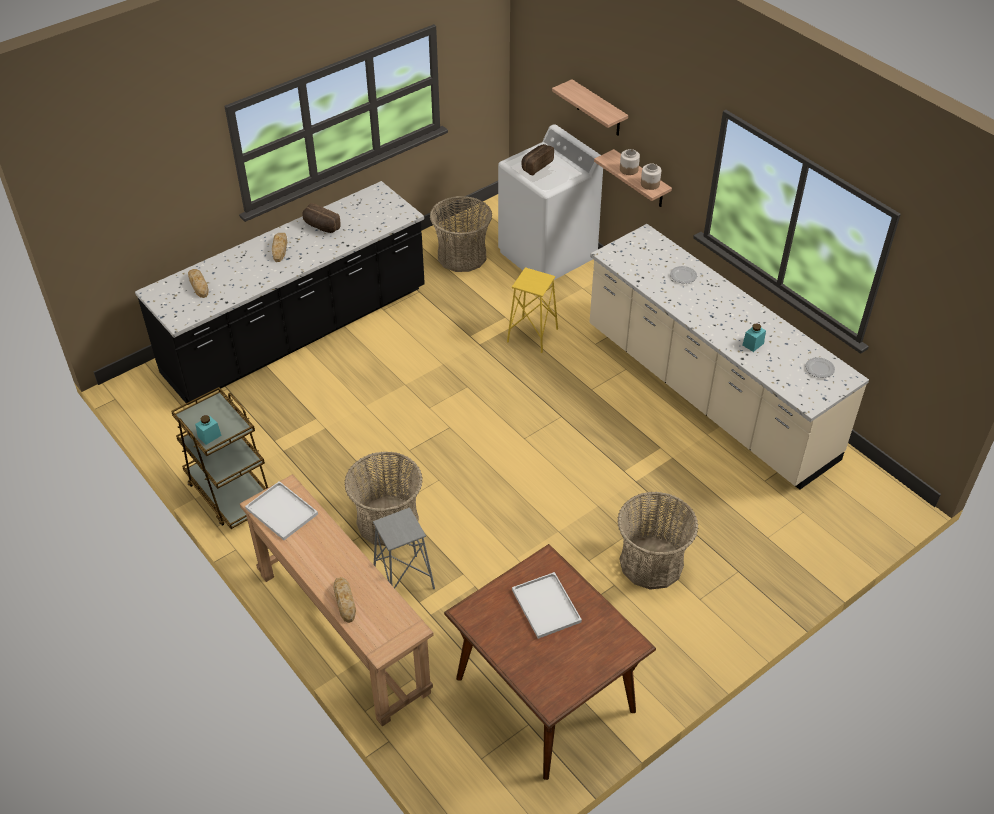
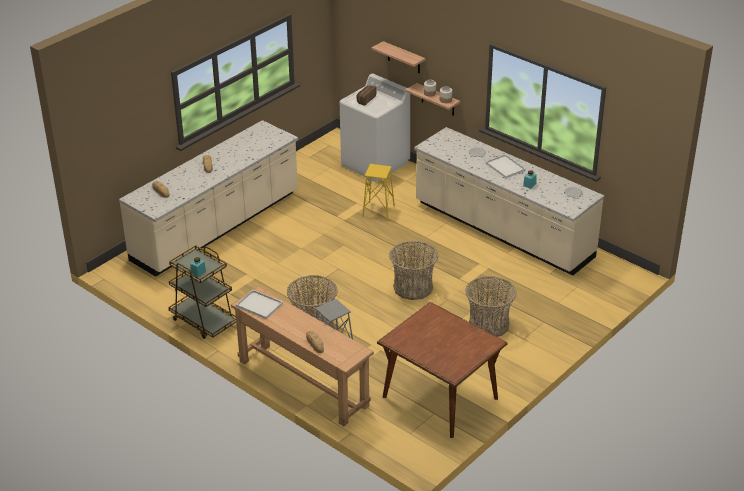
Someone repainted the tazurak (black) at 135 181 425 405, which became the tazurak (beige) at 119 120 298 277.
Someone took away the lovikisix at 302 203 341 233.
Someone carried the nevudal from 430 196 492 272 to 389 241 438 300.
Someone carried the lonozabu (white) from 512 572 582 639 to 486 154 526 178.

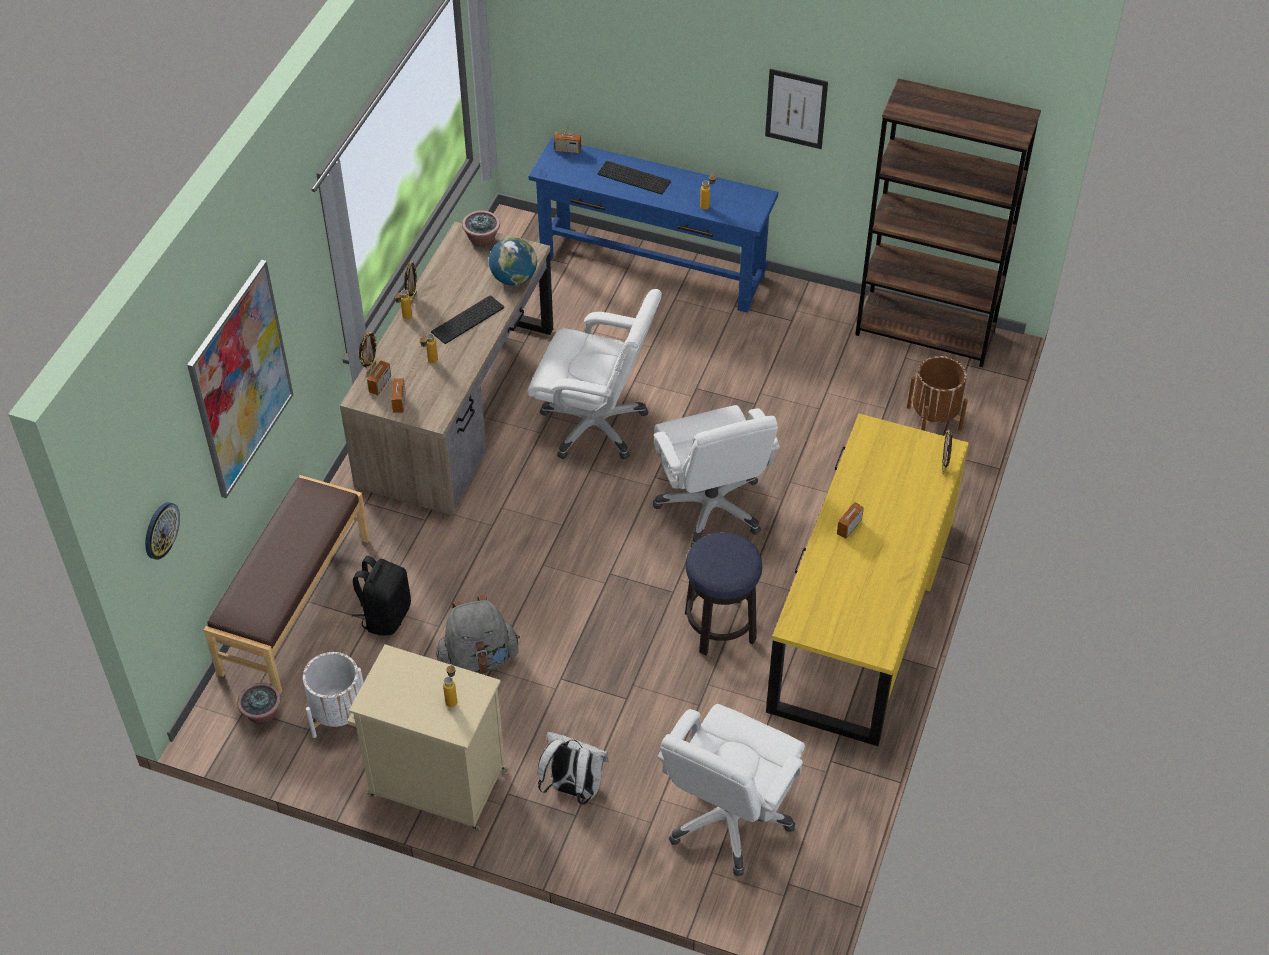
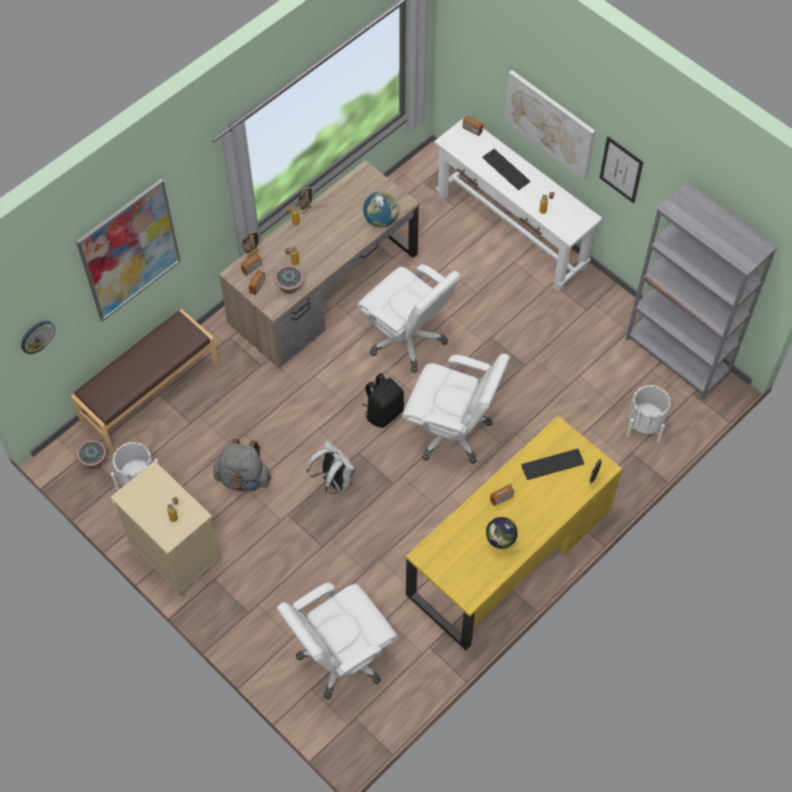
Someone carried the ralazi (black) from 352 556 411 636 to 362 373 404 428.
Someone carried the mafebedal from 431 295 504 344 to 521 449 584 480.
Someone carried the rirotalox from 462 211 500 247 to 274 265 304 294.
Someone repainted the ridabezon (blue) at 528 138 779 313, which became the ridabezon (white) at 434 117 602 292.
Someone carried the ralazi (white) from 538 732 609 804 to 307 441 357 494.
Someone rotated the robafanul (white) at 653 405 780 547 by 75 degrees counterclockwise.
Someone took away the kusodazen at 685 532 762 655.
Someone repainted the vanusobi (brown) at 855 78 1041 367, which became the vanusobi (grey) at 626 182 777 399.
Someone repainted the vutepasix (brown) at 907 356 968 431, which became the vutepasix (white) at 626 385 671 443.
Someone put down the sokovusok at 486 517 518 549.
Someone put up the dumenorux at 504 70 595 180.

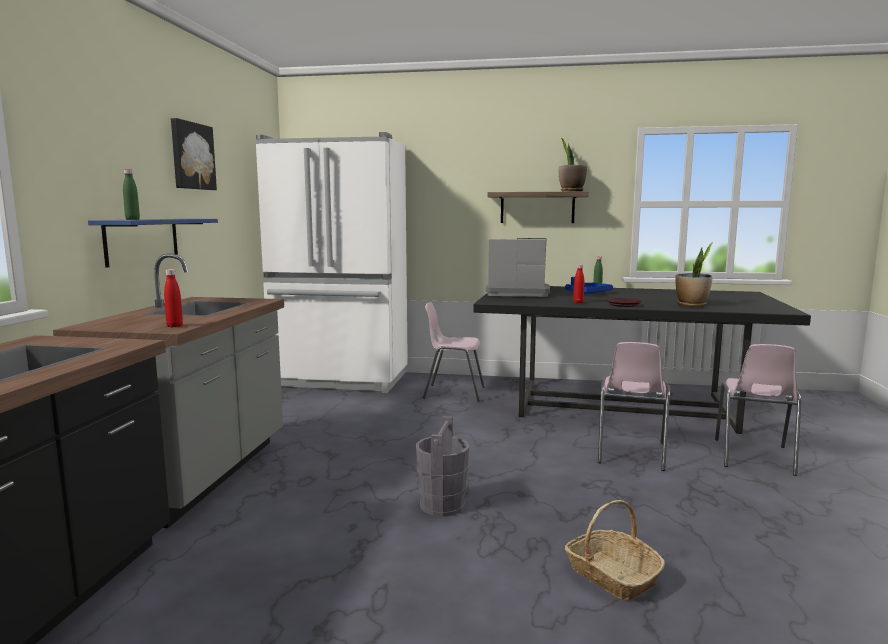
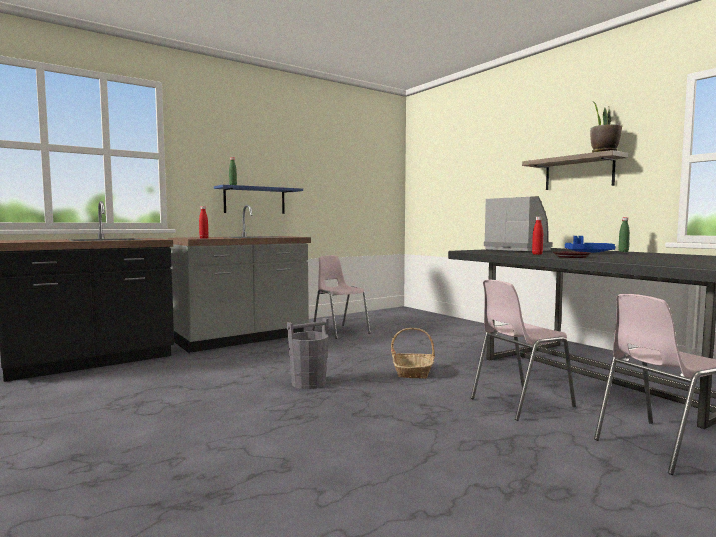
Someone took away the dumenorux at 171 118 217 190.
Someone took away the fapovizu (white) at 255 132 408 393.
Someone carried the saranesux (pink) from 423 302 485 402 to 313 255 371 339.
Someone carried the nevudal from 565 500 665 601 to 391 328 435 379.
Someone took away the rirotalox at 676 242 713 307.

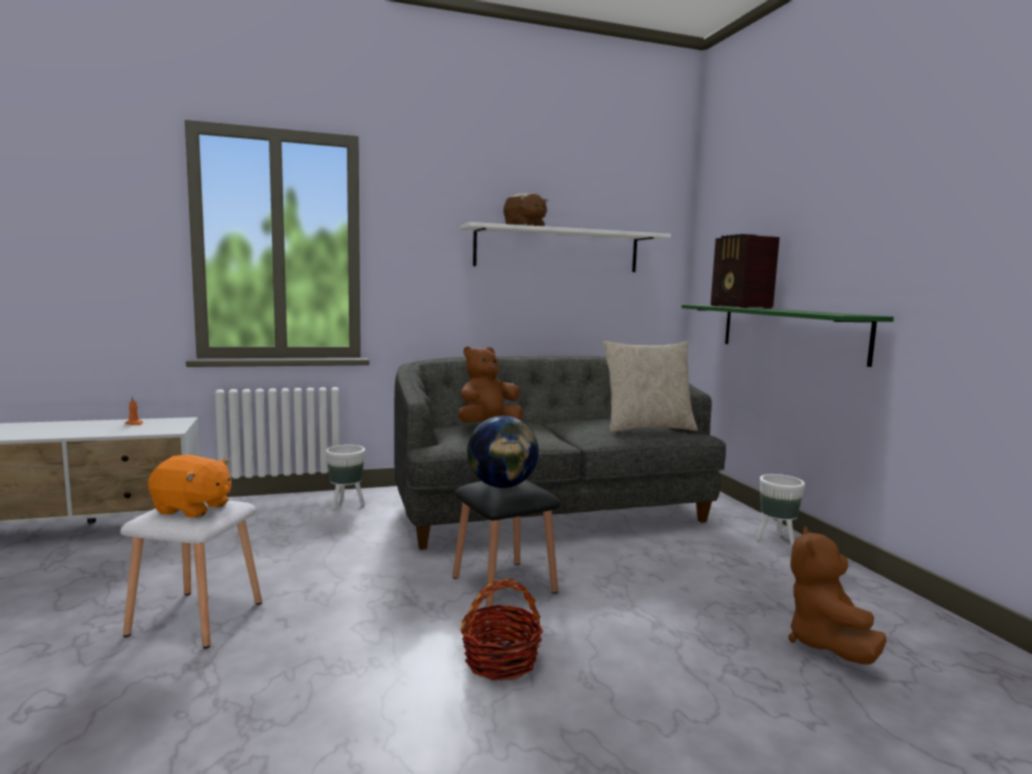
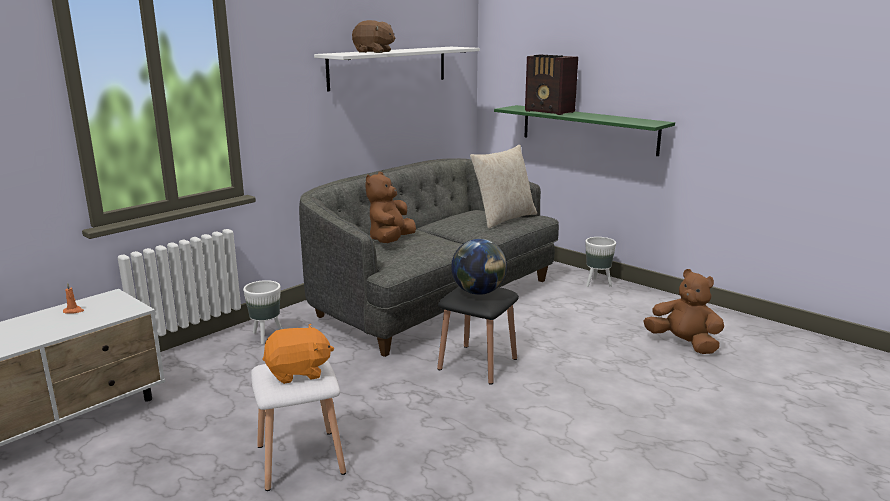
Someone took away the nevudal at 461 579 543 680.
Someone rotated the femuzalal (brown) at 788 526 887 665 by 150 degrees clockwise.

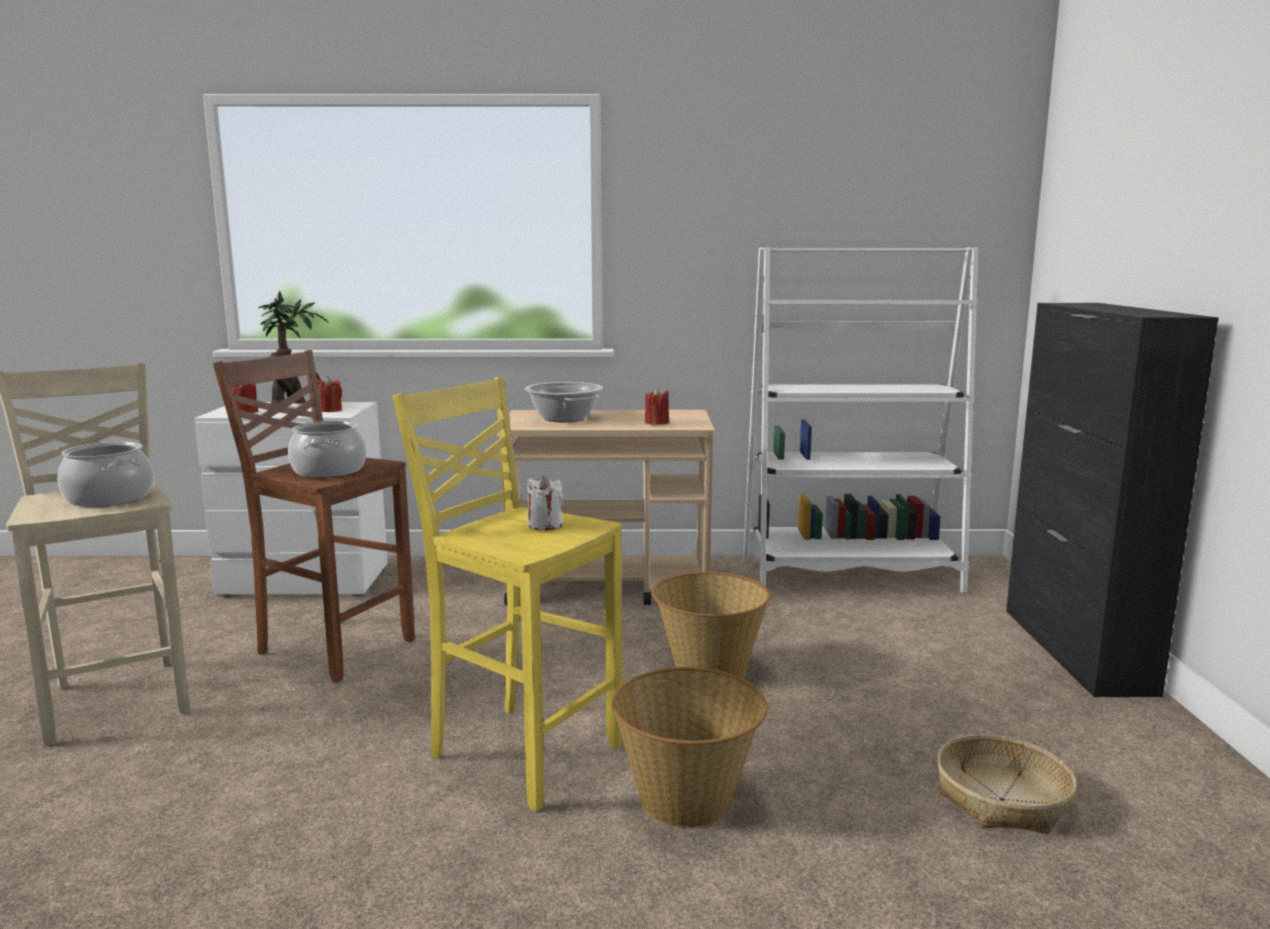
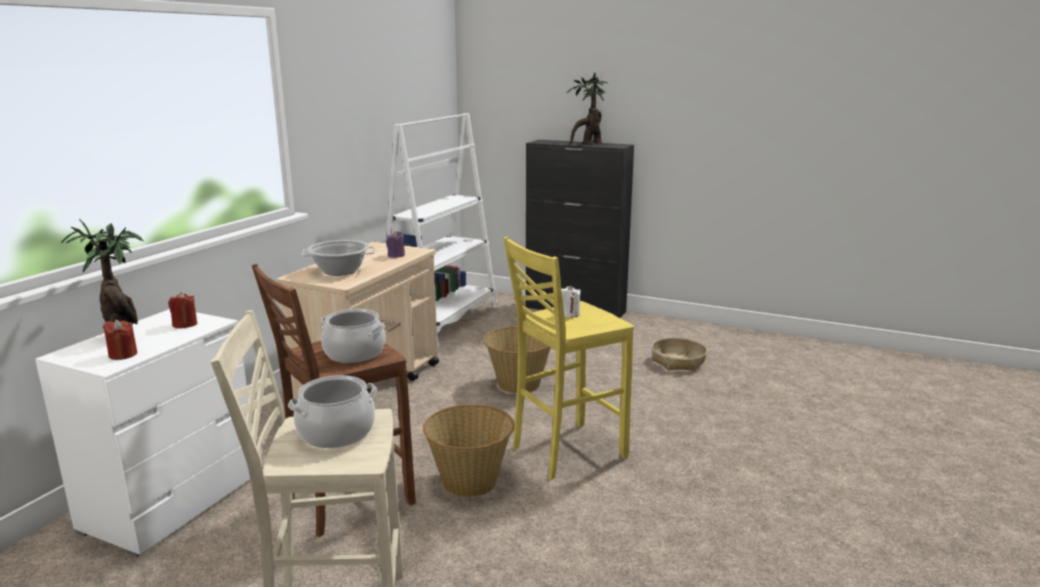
Someone carried the nevudal from 611 667 768 828 to 423 404 515 497.
Someone repainted the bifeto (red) at 645 388 669 425, which became the bifeto (purple) at 386 231 405 258.
Someone put down the rirotalox at 566 73 608 144.

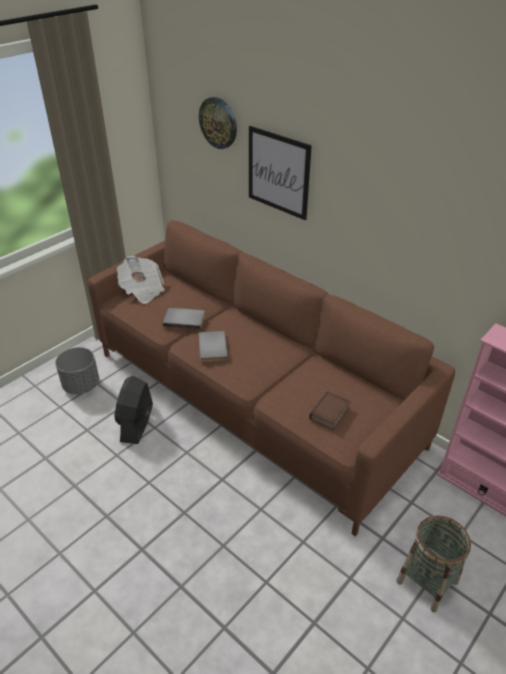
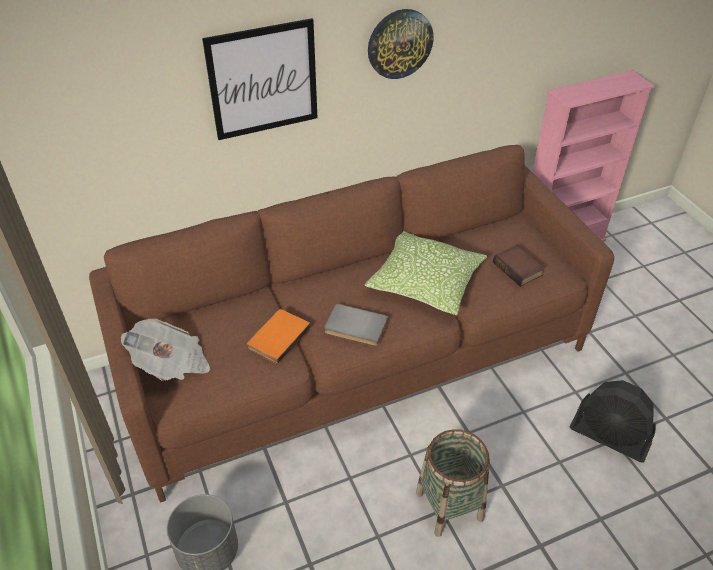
Someone carried the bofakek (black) from 114 376 153 444 to 570 380 656 462.
Someone repainted the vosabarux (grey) at 162 308 205 329, which became the vosabarux (orange) at 247 309 311 364.
Someone carried the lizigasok from 199 97 237 149 to 368 9 434 79.
Someone carried the nevudal from 396 515 471 613 to 416 429 490 537.
Someone put down the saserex at 365 231 487 315.

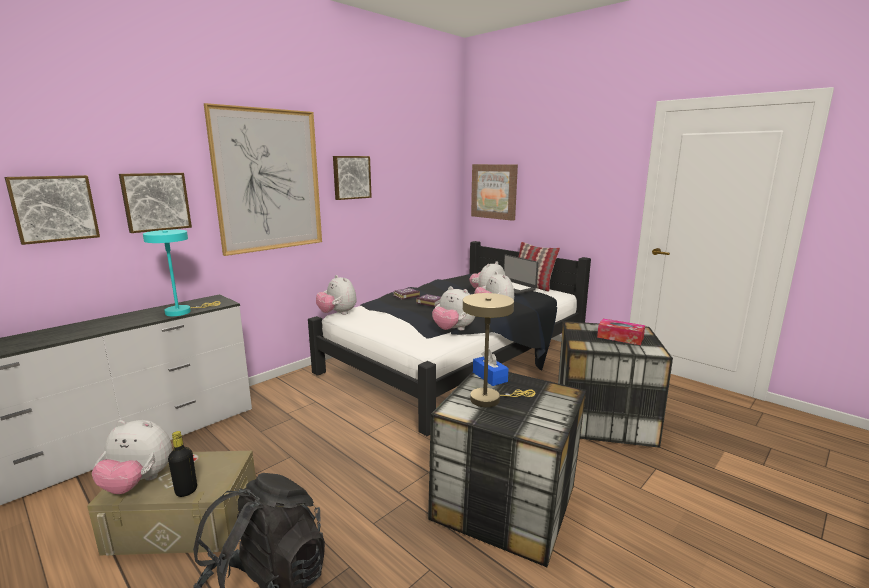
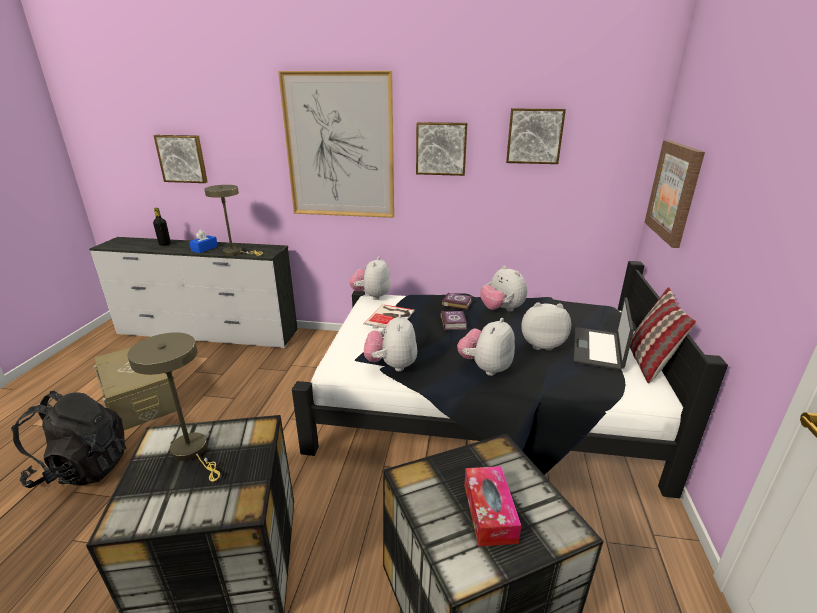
Someone carried the femuzalal from 92 420 172 494 to 480 265 527 312.
Someone carried the dumenorux from 119 173 192 233 to 506 108 566 164.
Someone repainted the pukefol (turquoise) at 143 230 221 316, which became the pukefol (beige) at 204 185 263 256.
Someone carried the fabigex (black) from 168 431 197 497 to 153 208 171 246.
Someone carried the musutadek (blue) from 473 350 509 386 to 189 229 218 253.
Someone put down the vosabarux at 364 304 414 328.

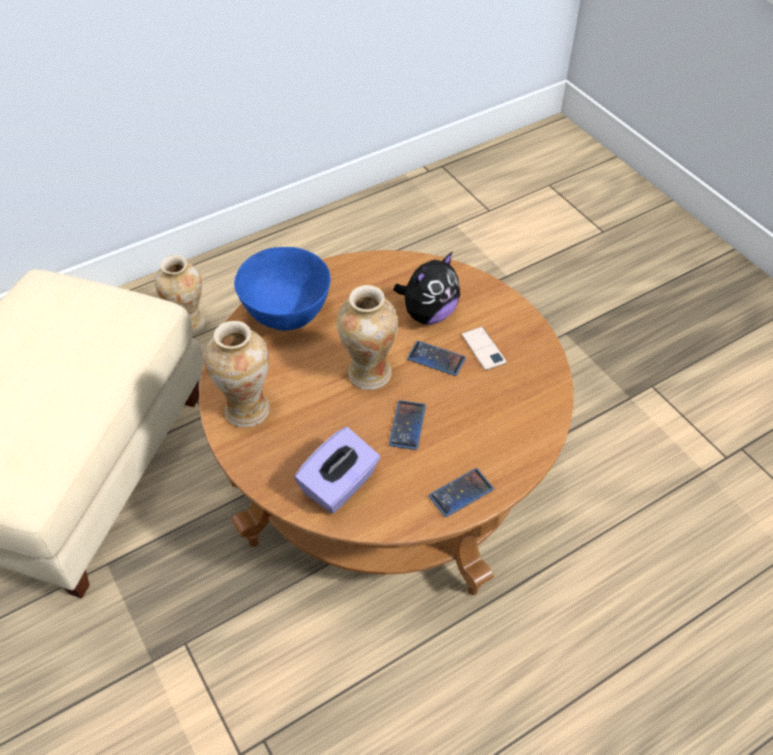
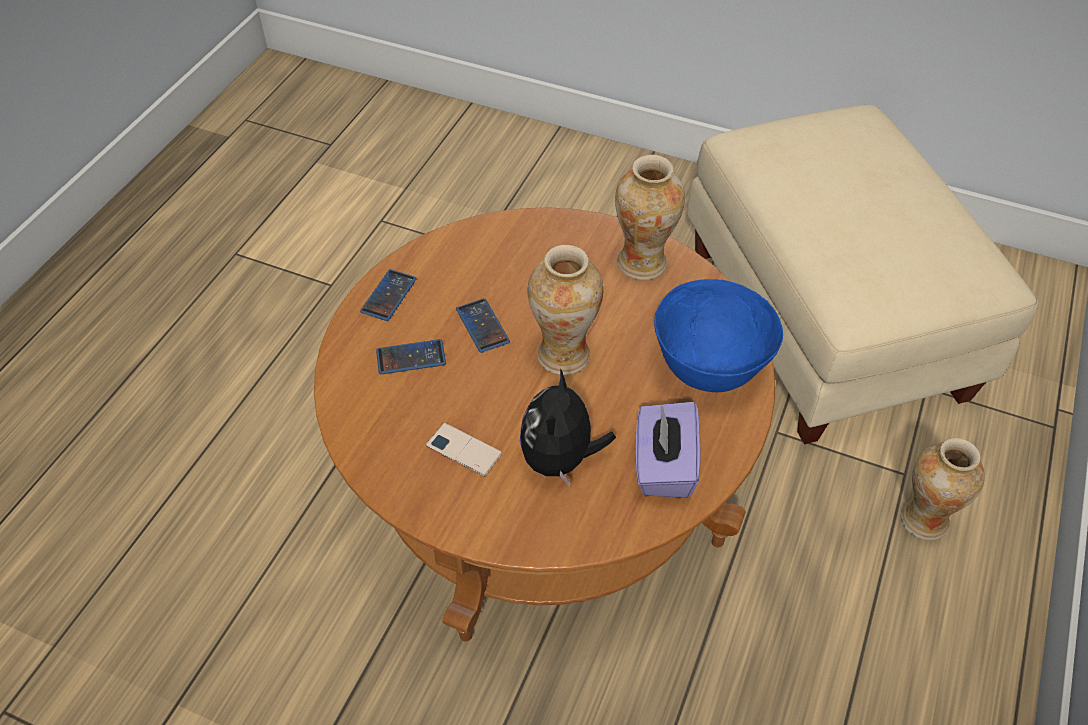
Someone carried the musutadek (purple) from 294 427 380 513 to 636 402 700 498.
Someone carried the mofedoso from 407 341 466 376 to 376 339 446 375.

